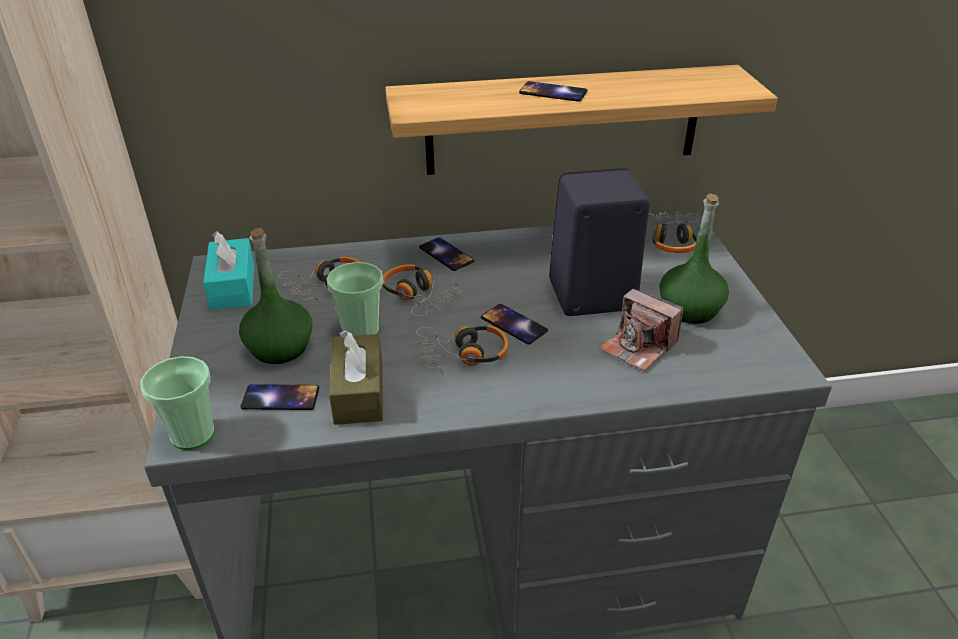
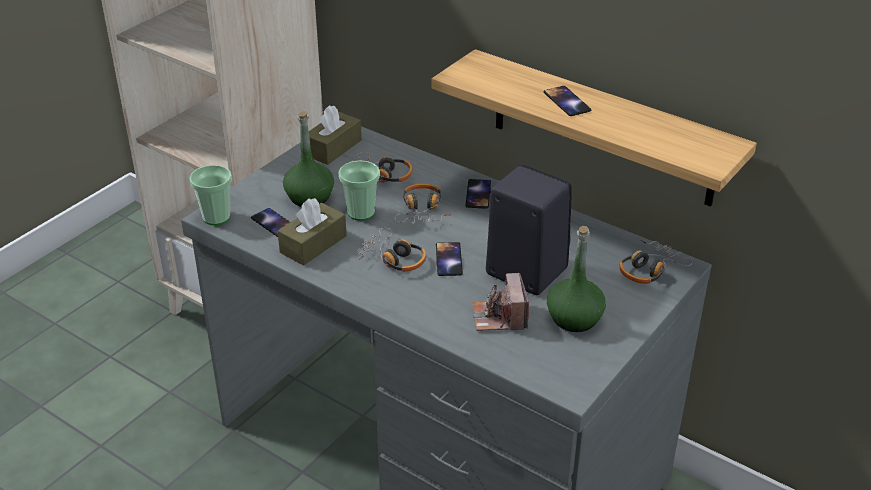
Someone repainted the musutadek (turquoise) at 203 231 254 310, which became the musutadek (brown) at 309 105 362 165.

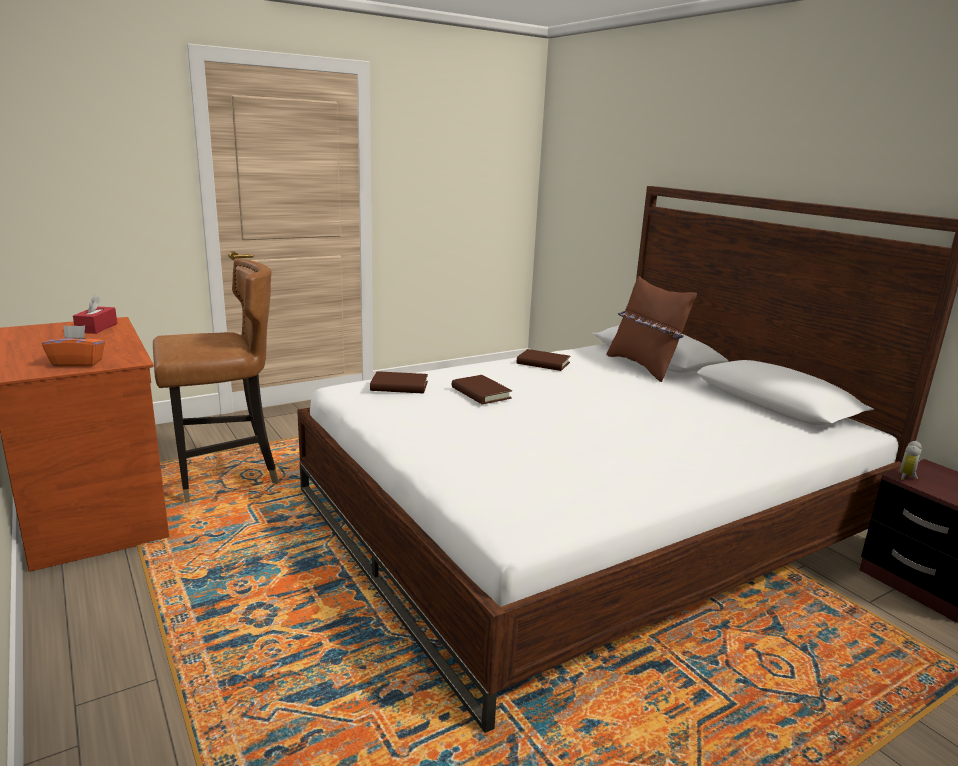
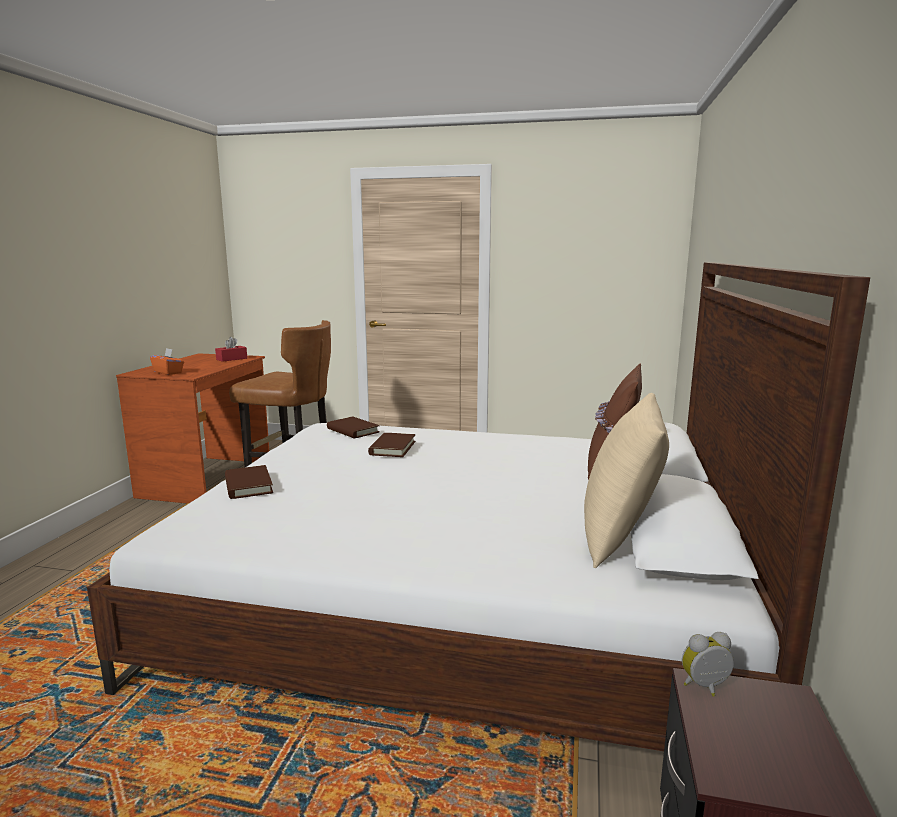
Someone carried the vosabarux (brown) from 517 349 570 371 to 225 465 273 499.
Someone put down the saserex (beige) at 584 393 669 568.

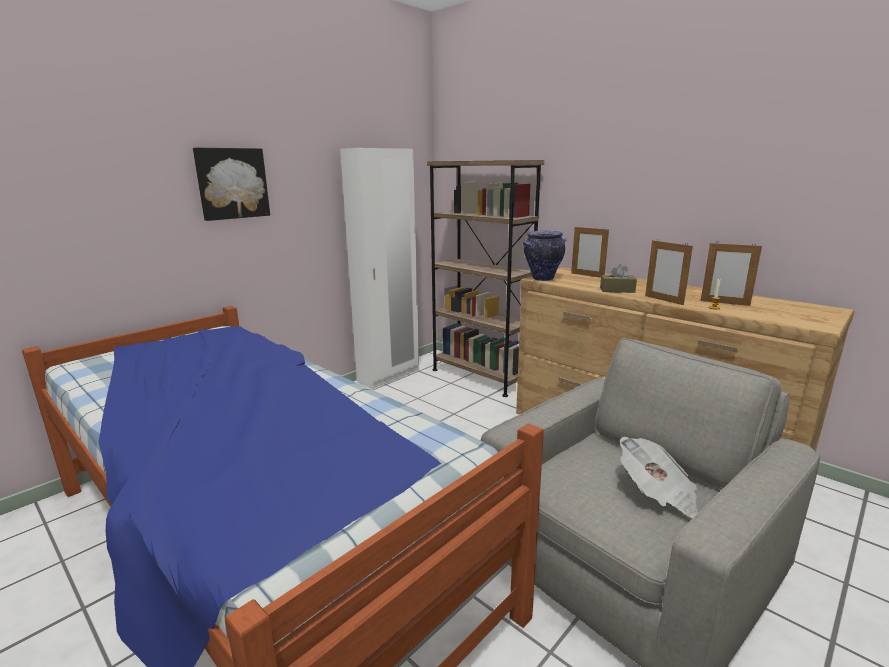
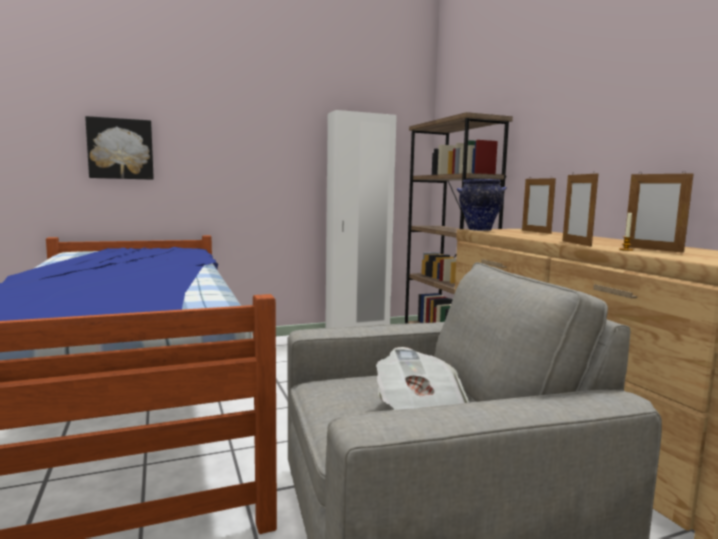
Someone carried the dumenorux from 193 148 270 221 to 85 116 154 180.
Someone took away the musutadek (brown) at 600 264 637 293.

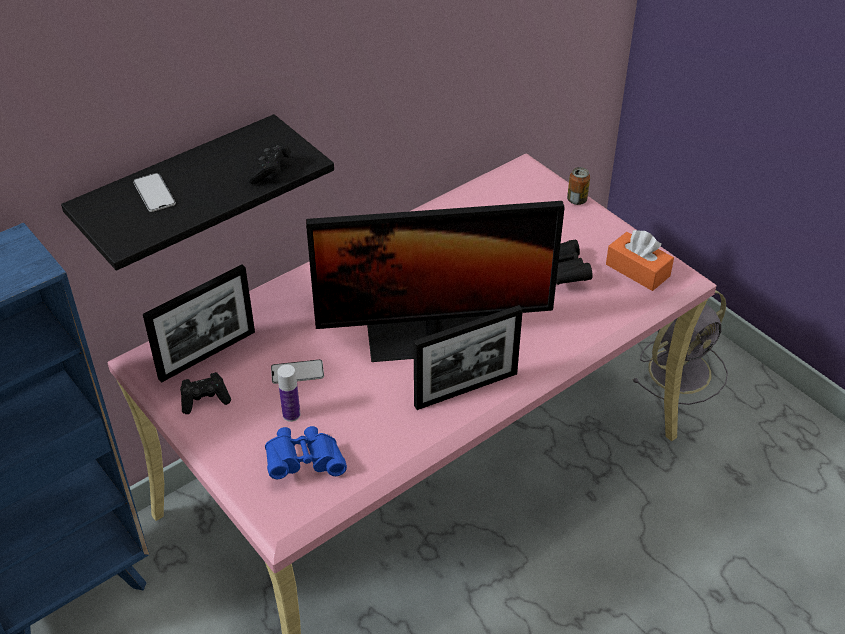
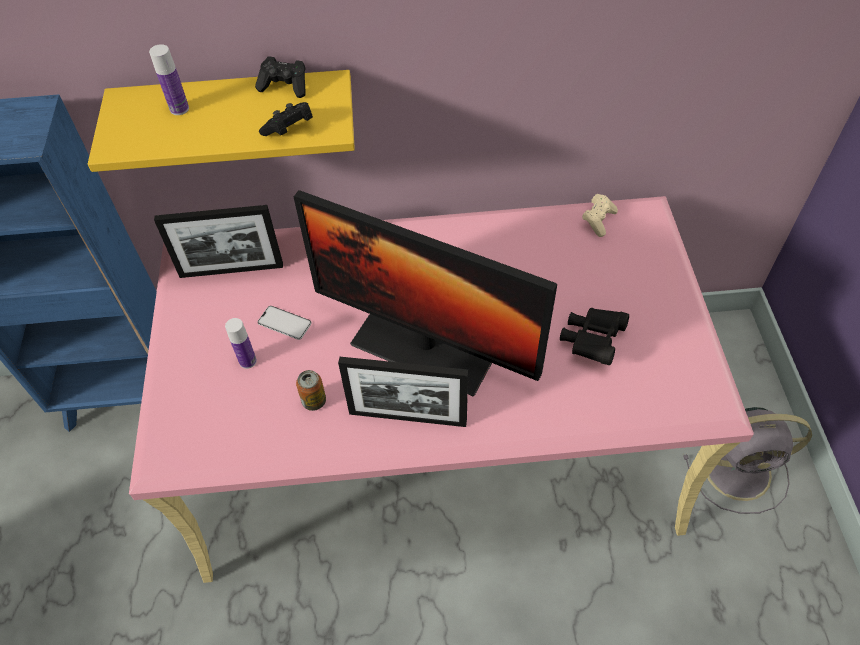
Someone repainted the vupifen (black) at 61 114 334 271, which became the vupifen (yellow) at 88 70 355 172.
Someone swapped the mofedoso at 133 173 176 212 for the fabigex at 149 44 189 115.
Someone carried the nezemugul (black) from 180 372 231 414 to 255 56 306 98.
Someone took away the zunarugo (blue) at 265 426 347 479.
Someone carried the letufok from 567 167 590 205 to 296 370 326 411.
Someone took away the musutadek (orange) at 606 230 674 291.
Someone put down the nezemugul (beige) at 582 194 618 237.

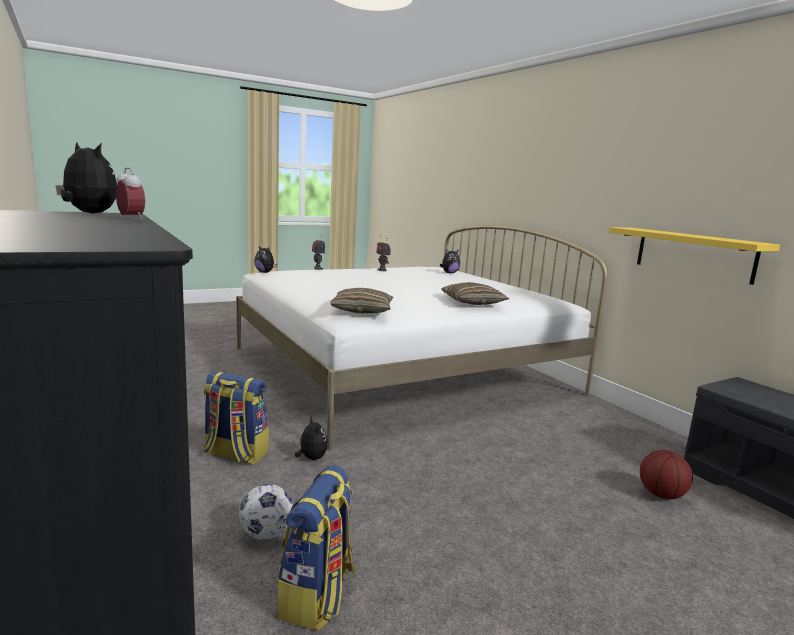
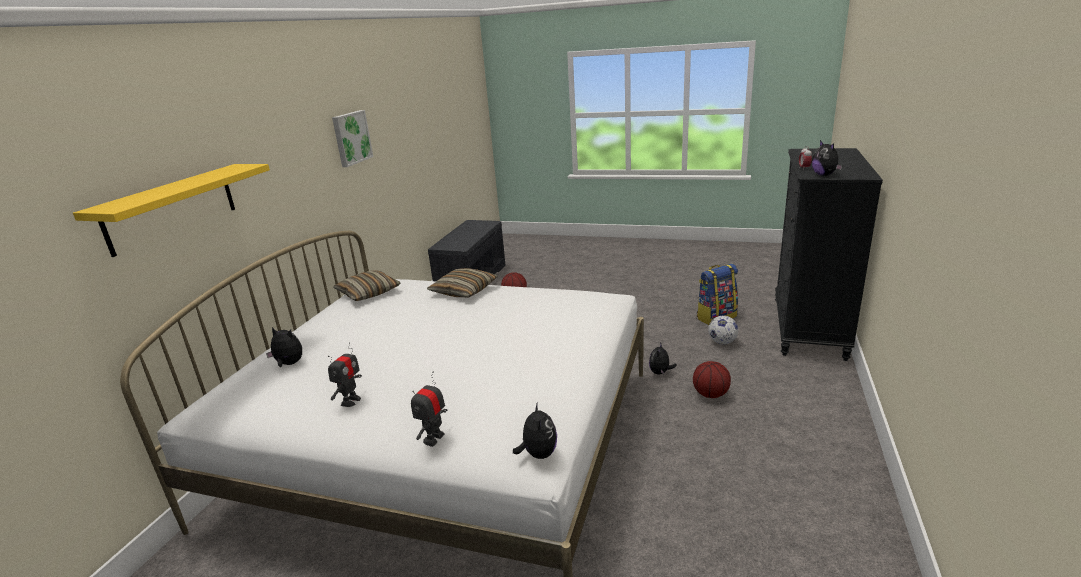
Someone swapped the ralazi at 204 371 269 465 for the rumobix at 693 361 731 398.
Someone carried the saserex from 330 288 393 314 to 333 270 400 301.
Someone carried the vupifen (yellow) from 609 227 780 285 to 73 164 270 257.
Someone put up the dumenorux at 332 110 373 167.

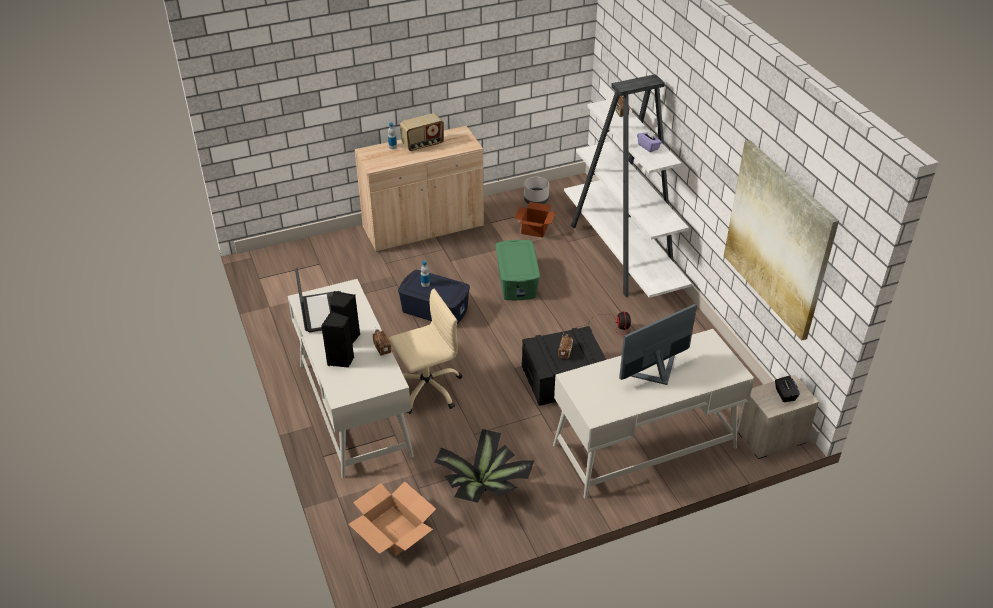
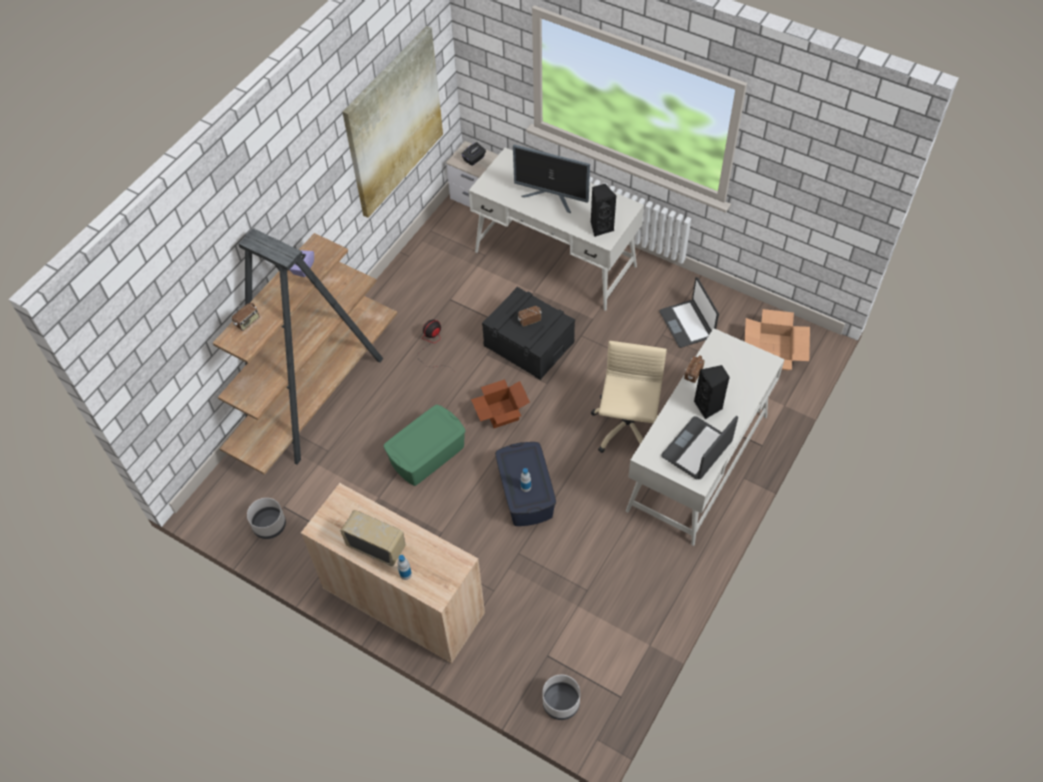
Someone carried the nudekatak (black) from 321 311 354 368 to 591 184 616 237.
Someone rotated the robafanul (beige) at 389 289 462 414 by 75 degrees clockwise.
Someone swapped the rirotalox at 435 429 534 503 for the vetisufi at 659 277 719 348.
Someone carried the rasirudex from 514 202 556 238 to 471 379 530 428.
Someone repainted the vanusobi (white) at 564 74 692 298, which became the vanusobi (brown) at 213 228 398 475.
Someone put down the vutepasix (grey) at 542 675 580 720.

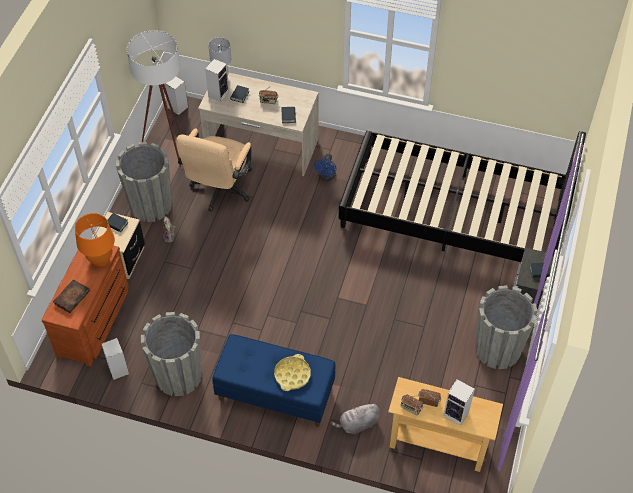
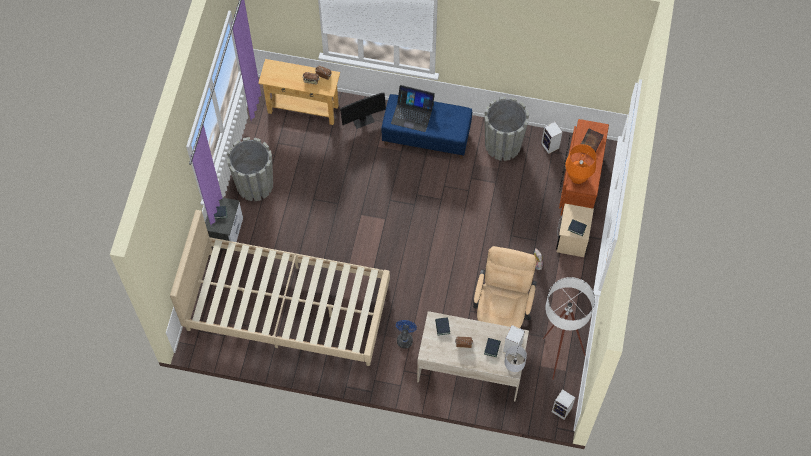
Someone took away the vutepasix (grey) at 116 142 172 222.
Someone swapped the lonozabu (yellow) at 274 354 311 391 for the vetisufi at 391 85 435 132.
Someone swapped the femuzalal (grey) at 331 402 380 434 for the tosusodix at 340 93 386 129.
Someone repainted the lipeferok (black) at 339 131 586 262, which became the lipeferok (beige) at 170 210 390 366.
Someone took away the nudekatak at 443 379 475 426.

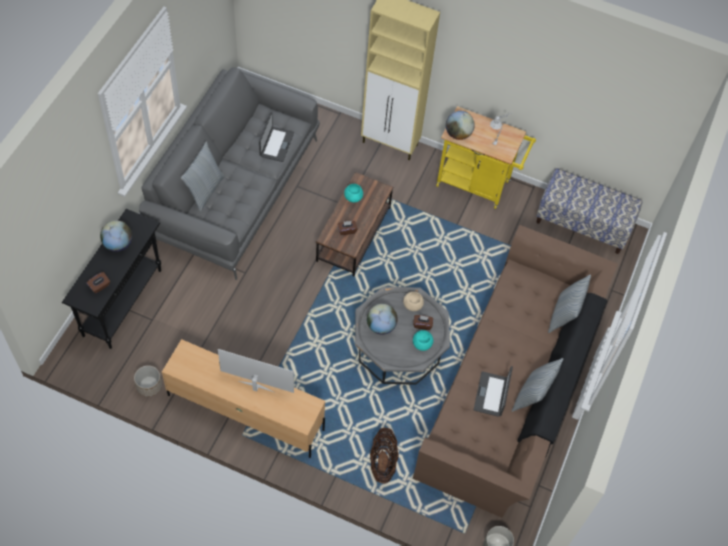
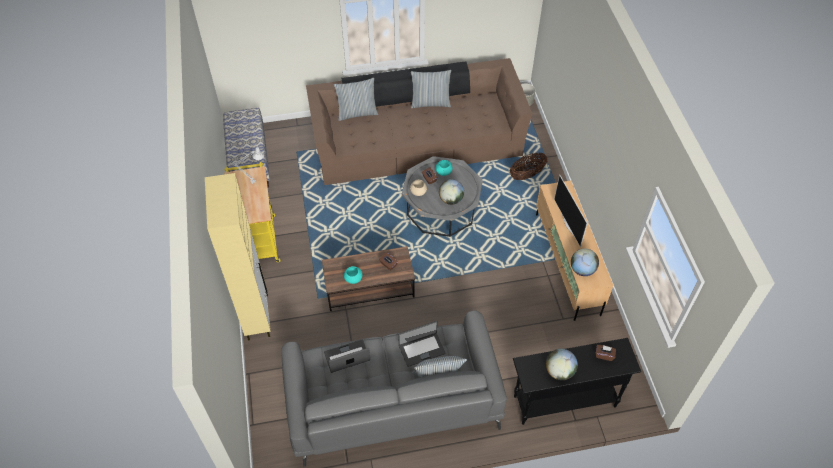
Someone took away the vutepasix at 134 365 162 397.
Someone carried the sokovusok from 446 111 475 140 to 571 248 599 276.
Someone carried the vetisufi from 474 366 513 417 to 398 321 446 367.

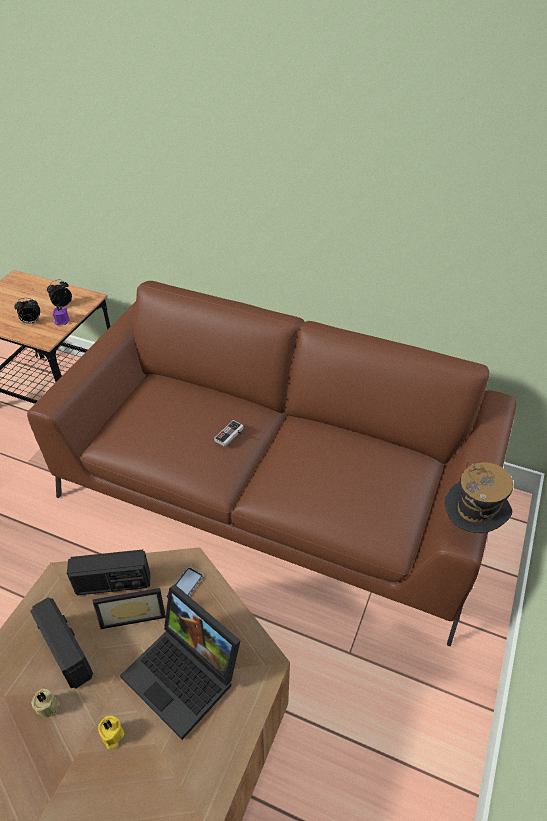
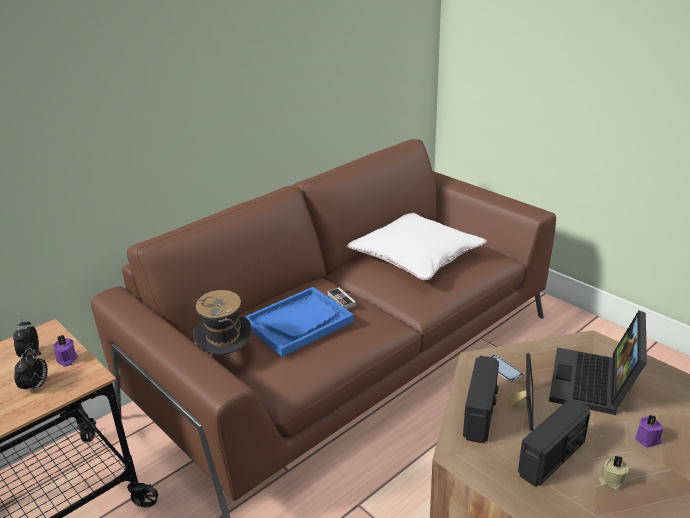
Someone rotated the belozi at 30 597 93 688 by 150 degrees clockwise.
Someone repainted the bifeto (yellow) at 98 716 124 749, which became the bifeto (purple) at 635 415 663 447.
Someone rotated the vetisufi at 120 584 240 740 by 135 degrees clockwise.
Someone carried the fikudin from 445 461 513 533 to 193 290 252 355.
Someone put down the lonozabu (blue) at 245 287 354 357.
Someone put down the saserex (white) at 346 213 487 280.

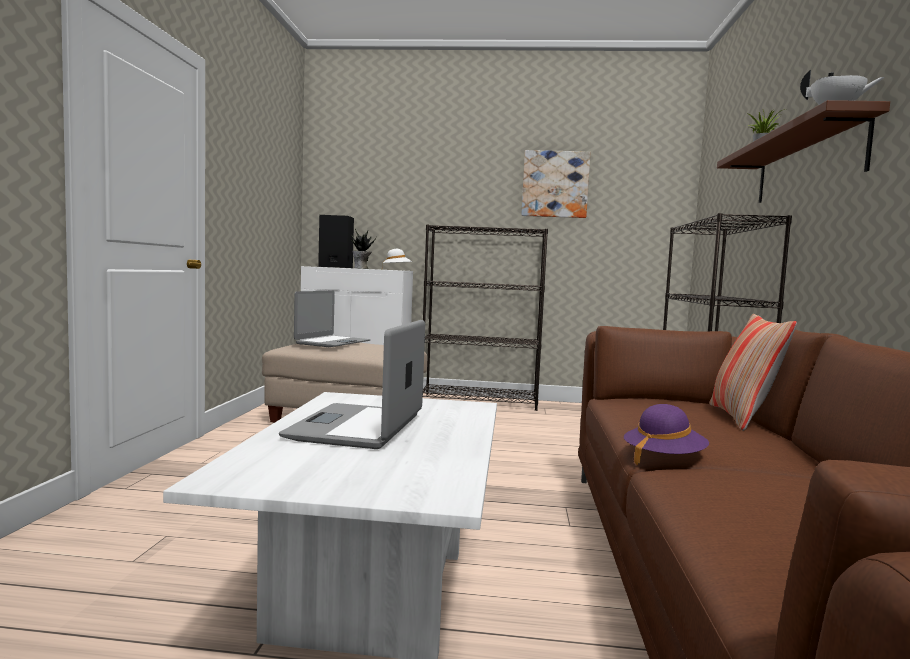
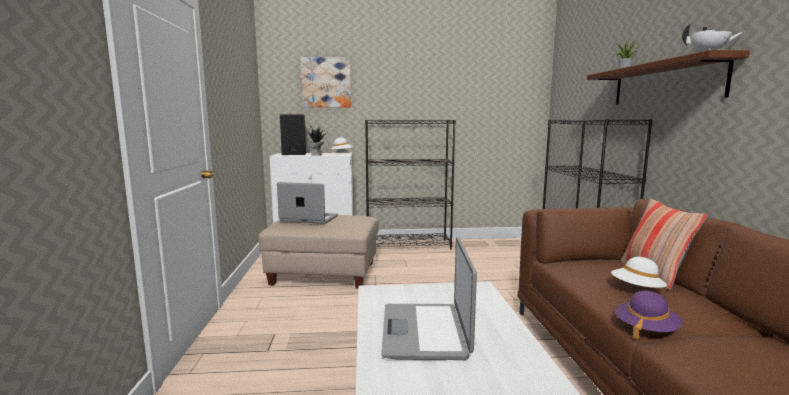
Someone rotated the vetisufi at 294 291 370 347 by 90 degrees counterclockwise.
Someone carried the dumenorux from 521 150 590 218 to 301 57 351 107.
Someone put down the fikudin (white) at 611 257 667 290.

